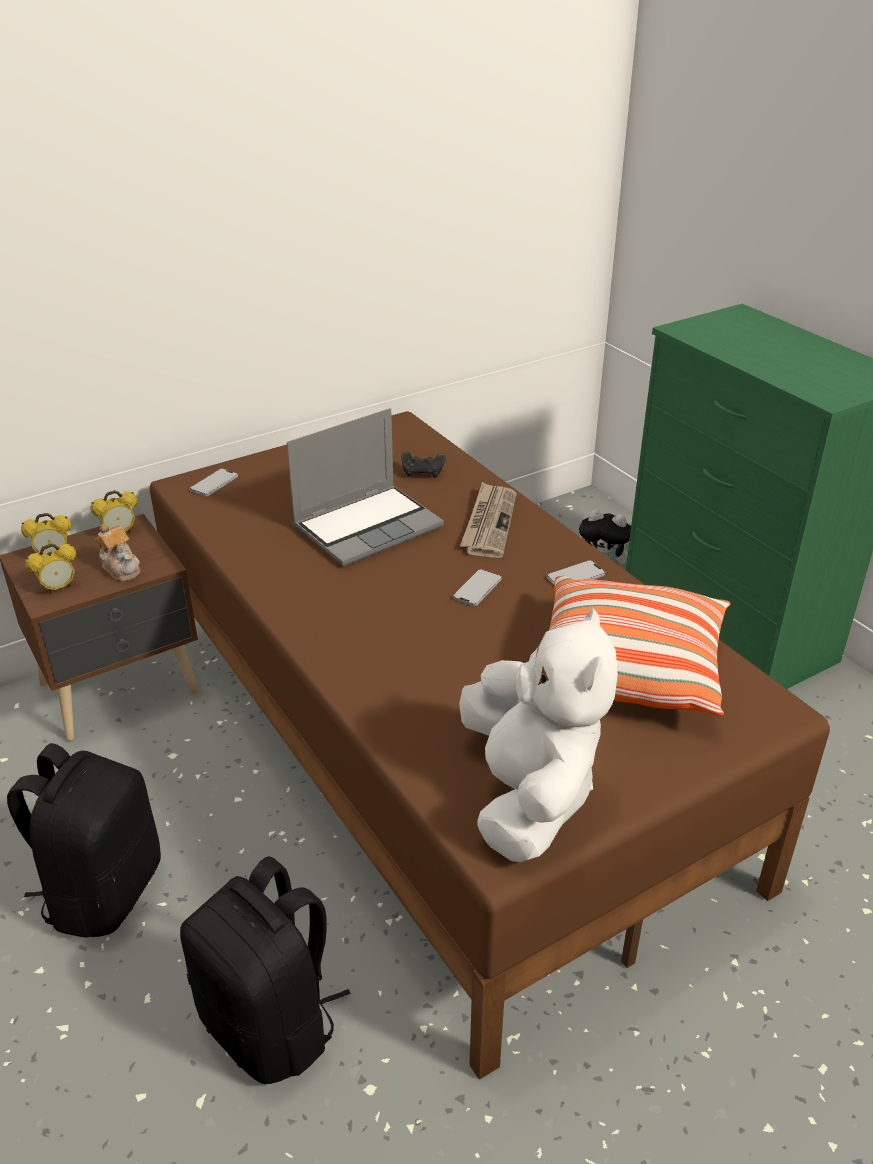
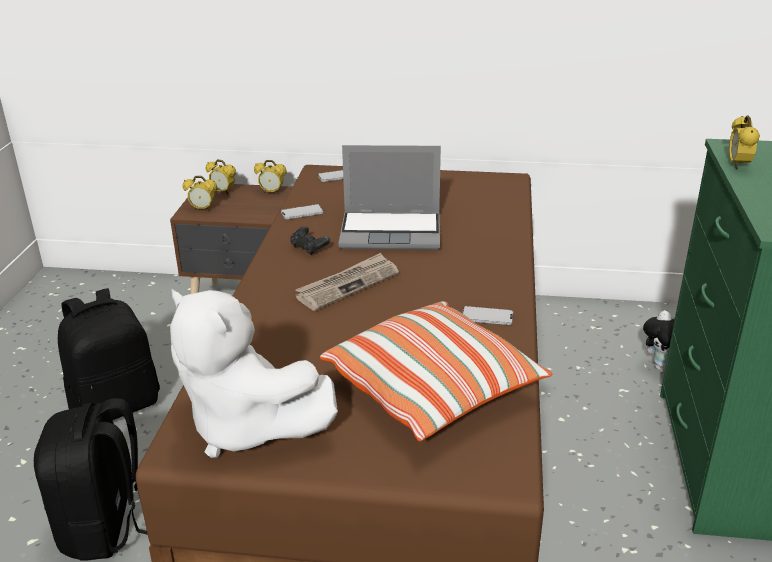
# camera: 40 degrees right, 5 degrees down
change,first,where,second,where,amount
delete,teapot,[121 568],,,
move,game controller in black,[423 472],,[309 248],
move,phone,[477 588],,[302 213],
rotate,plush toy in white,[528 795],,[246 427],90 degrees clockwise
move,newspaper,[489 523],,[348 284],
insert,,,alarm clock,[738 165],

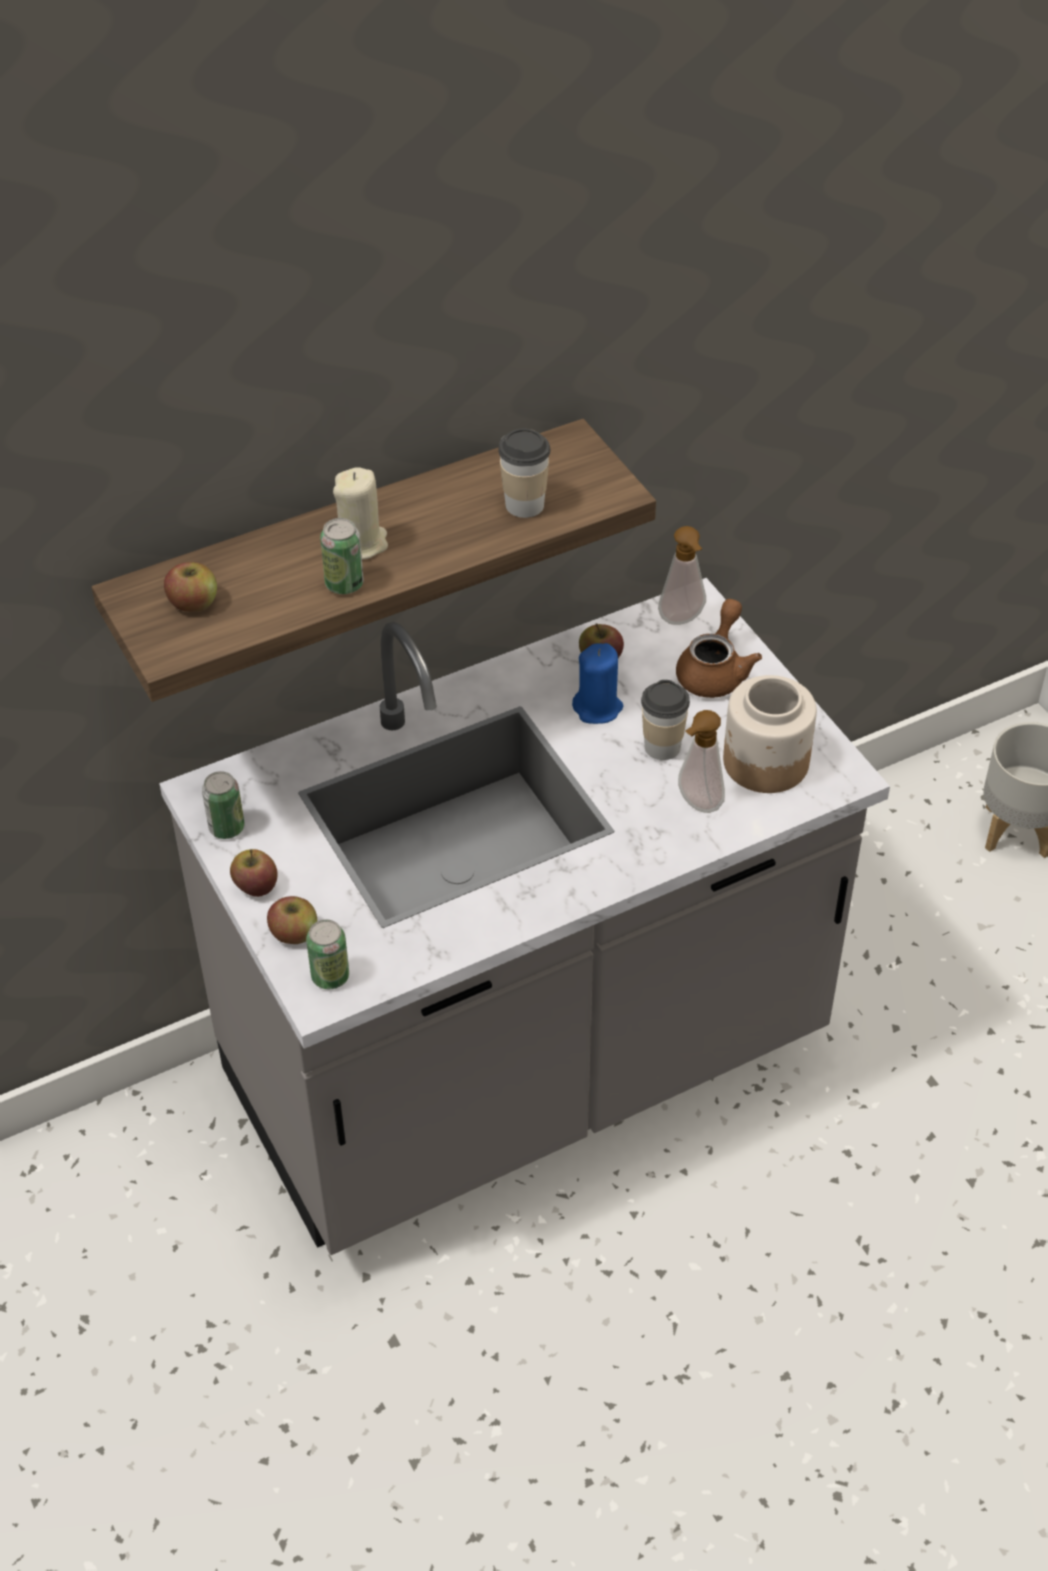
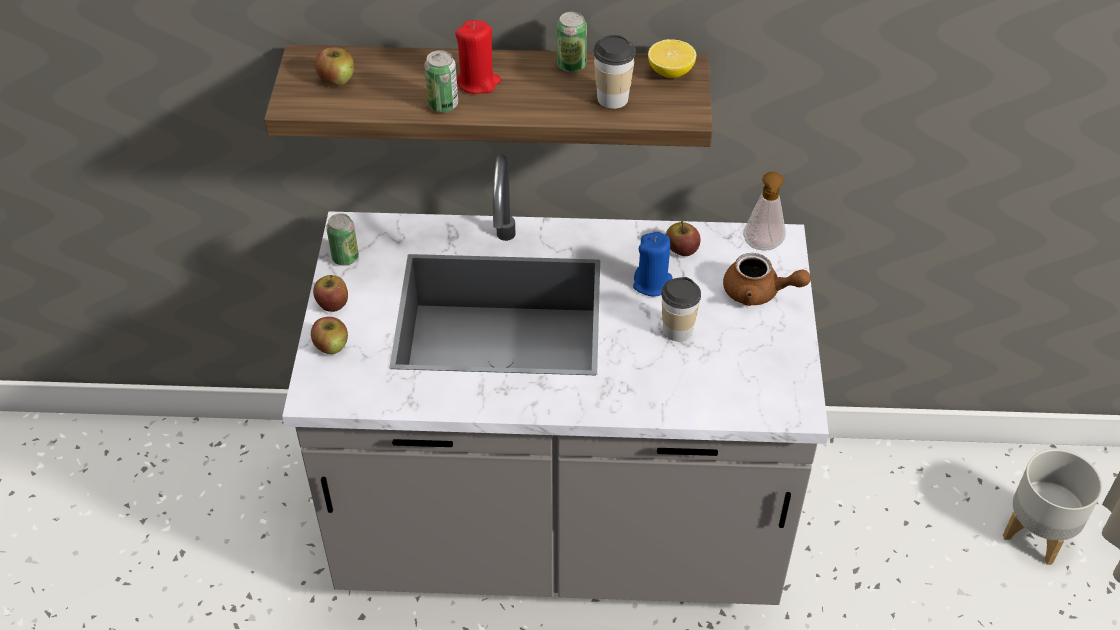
# camera: 30 degrees right, 0 degrees up
change,first,where,second,where,amount
move,can,[330 976],,[571 65],
recolor,candle in beige,[361 543],candle in red,[478 82],
rotate,teapot in brown,[715 671],,[758 293],60 degrees clockwise
delete,soap dispenser,[696 804],,,
delete,jar,[765 763],,,
insert,,,lemon,[670 72],

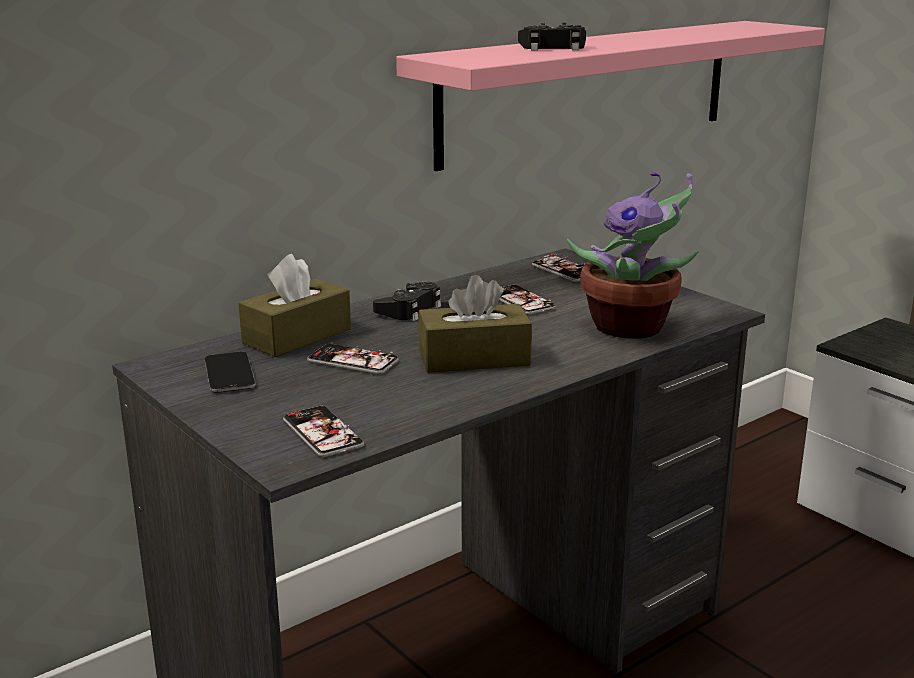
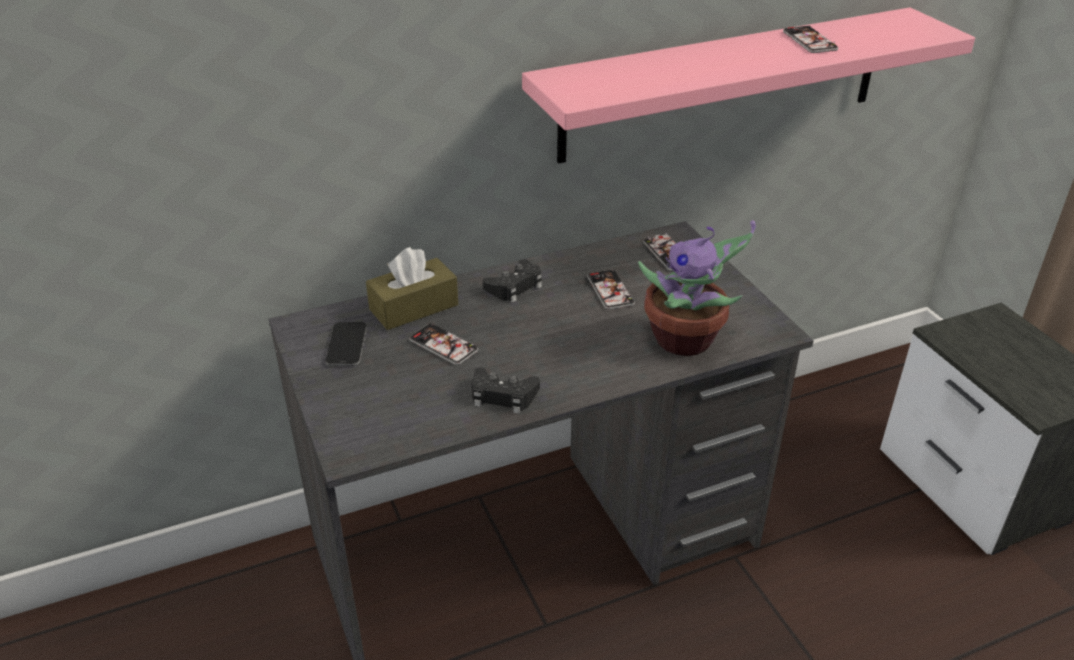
# camera: 15 degrees right, 15 degrees up
change,first,where,second,where,amount
move,phone,[322 433],,[809 41],
delete,tissue box in brown,[474 358],,,
move,game controller in black,[553 47],,[502 396],

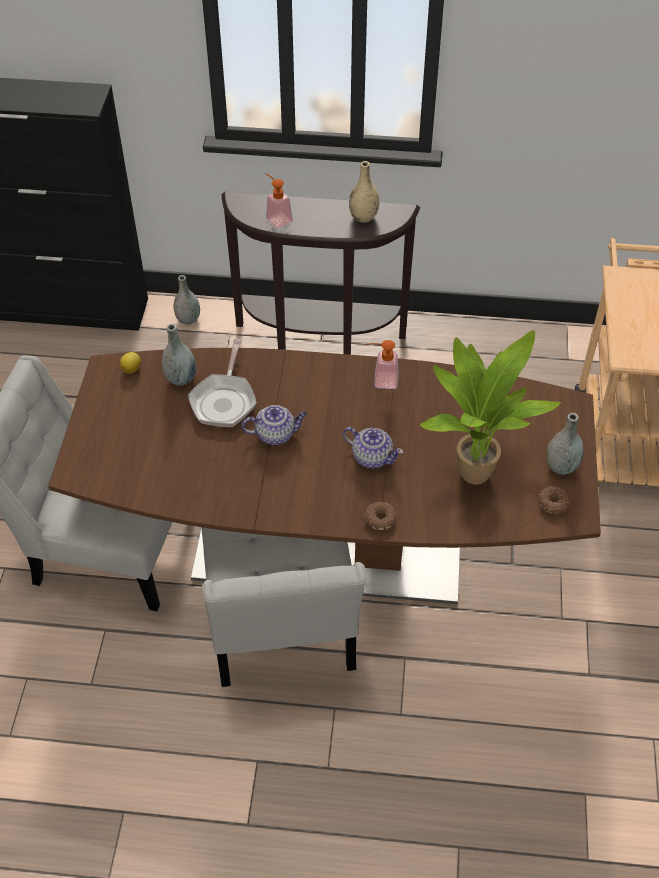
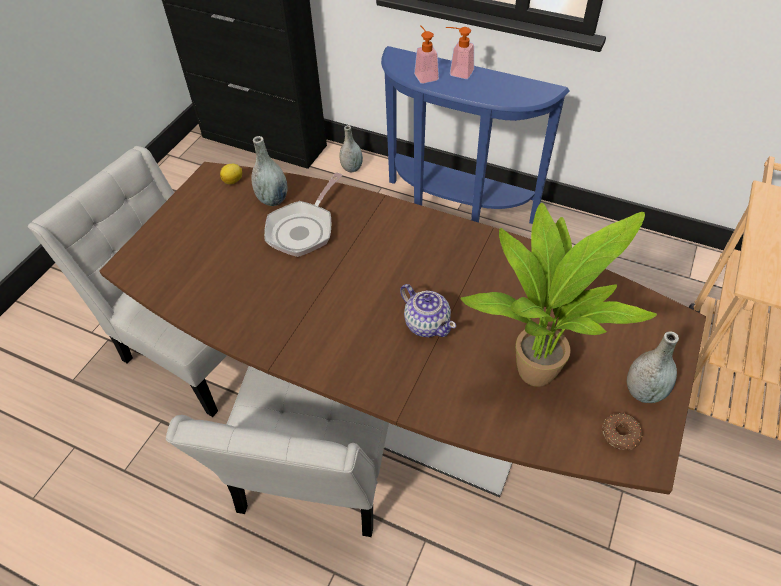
# camera: 20 degrees right, 0 degrees up
change,first,where,second,where,amount
recolor,console table in brown,[318 344],console table in blue,[454 212],
delete,teapot,[276 434],,,
delete,vase in beige,[363 217],,,
delete,donut,[379 519],,,
move,soap dispenser,[380 380],,[457 72],

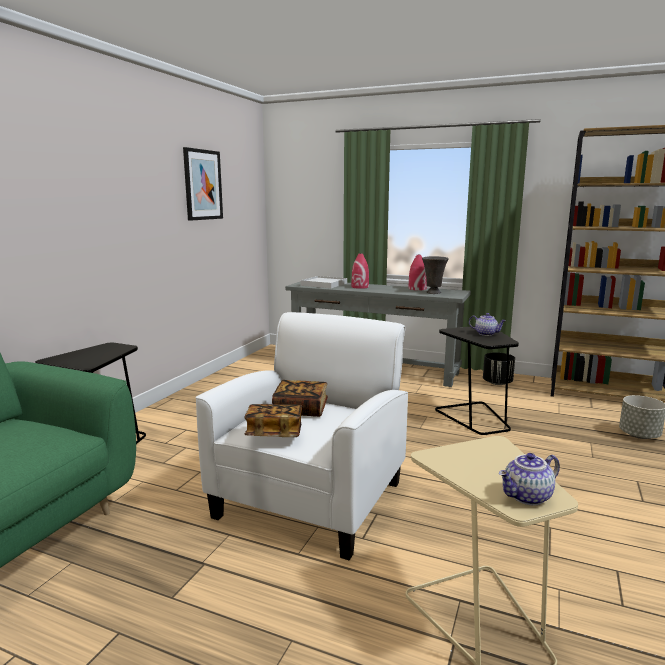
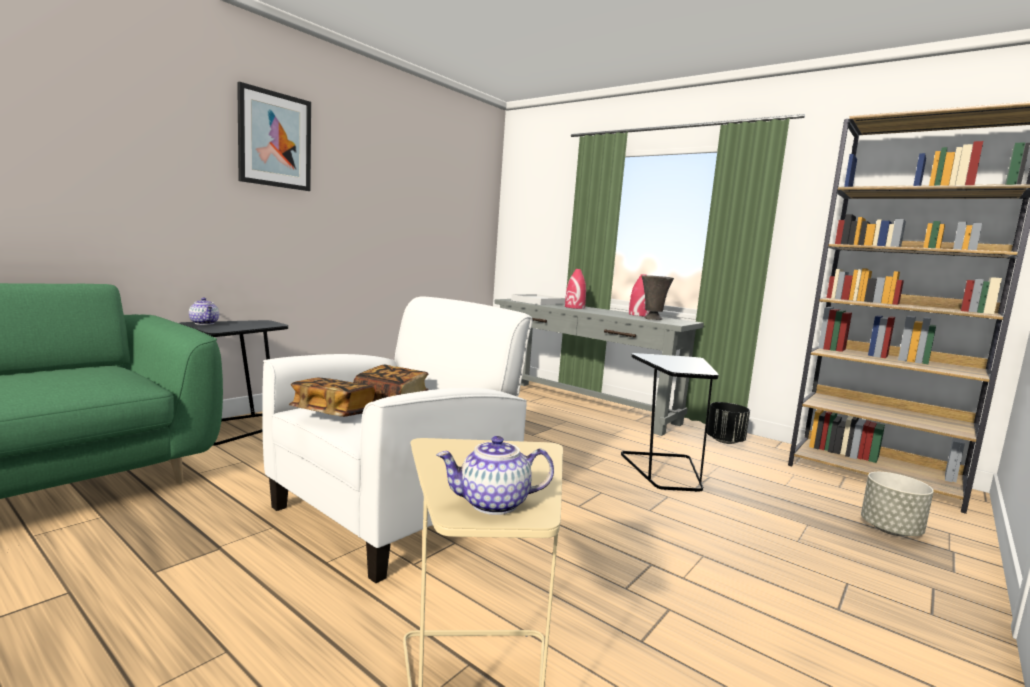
# camera: 15 degrees right, 5 degrees down
change,first,where,second,where,amount
move,picture,[202 185],,[275 140],
move,teapot,[486 334],,[205 323],

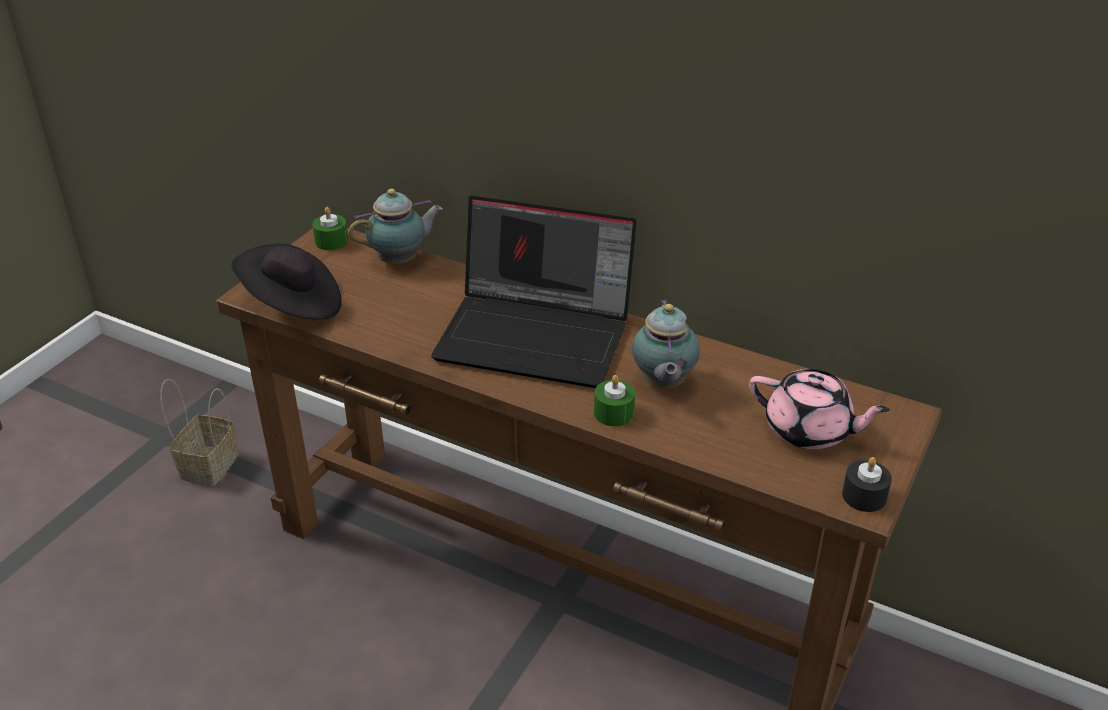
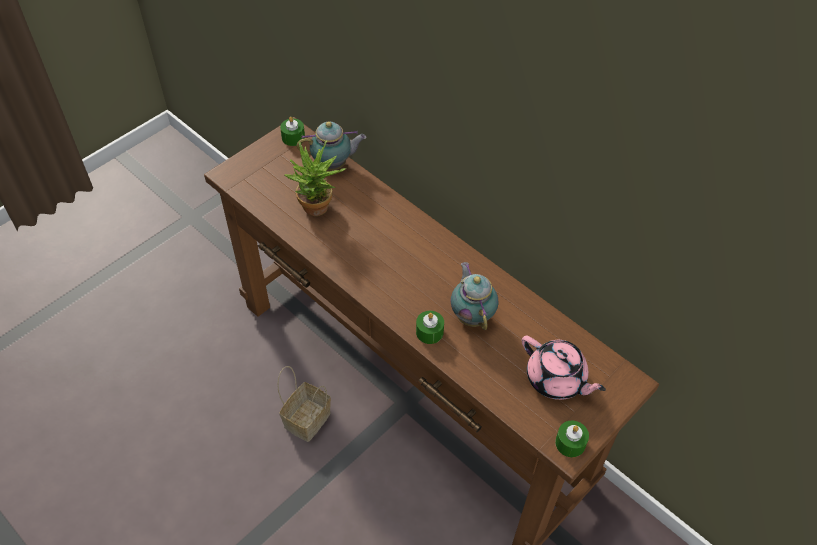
# camera: 15 degrees right, 15 degrees up
change,first,where,second,where,amount
move,basket,[209 464],,[307 418],
delete,hat in black,[292 305],,,
delete,laptop,[537 335],,,
rotate,teapot,[662 384],,[472 315],150 degrees clockwise
recolor,candle in black,[864 496],candle in green,[570 443],
insert,,,potted plant,[318 210],

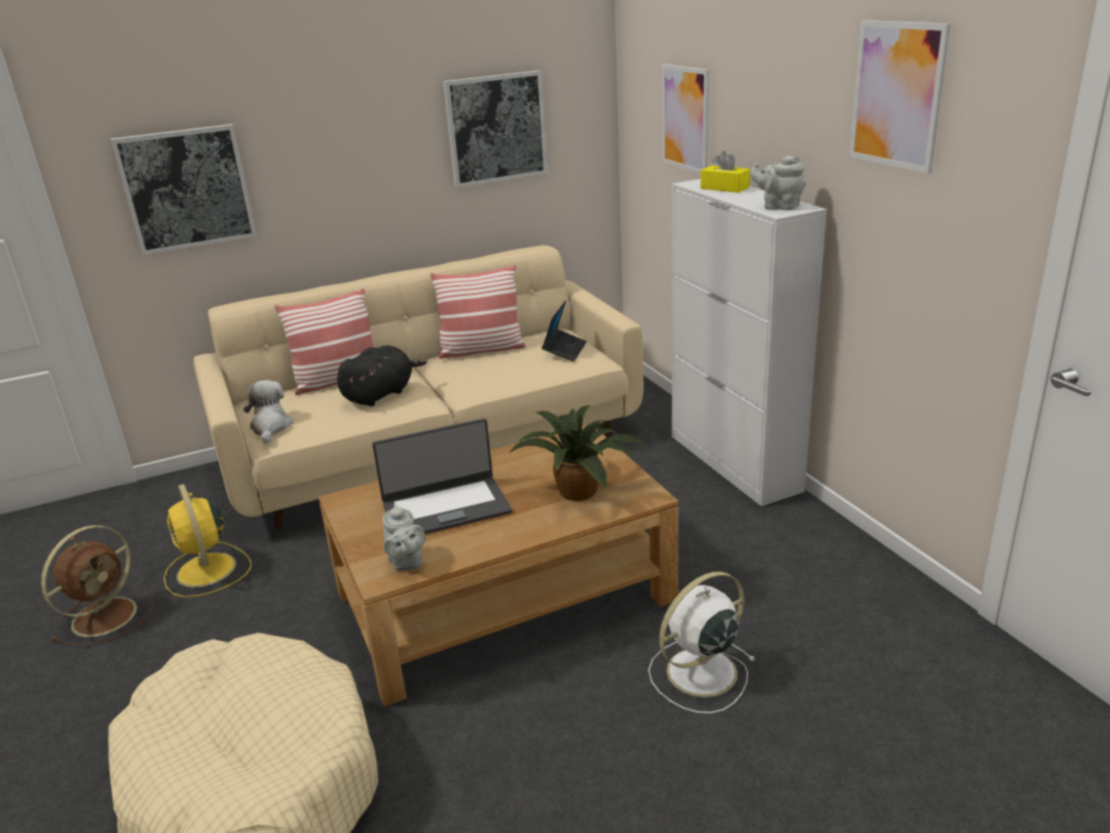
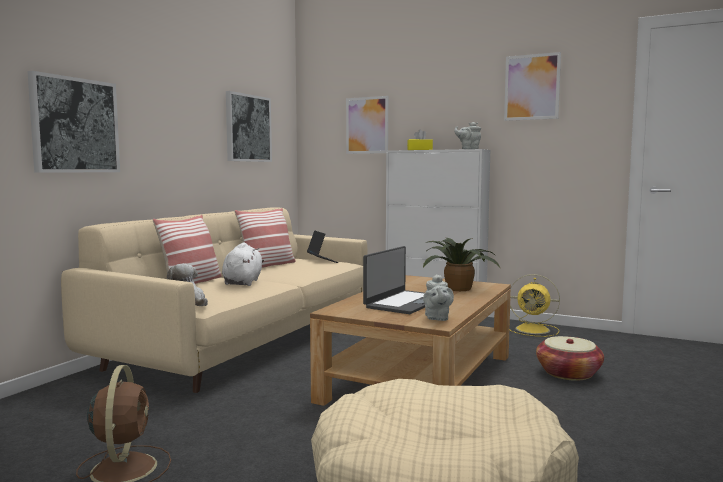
# camera: 40 degrees left, 20 degrees down
change,first,where,second,where,amount
move,fan in yellow,[207 571],,[534 330],
recolor,plush toy in black,[380 394],plush toy in white,[243 282],
rotate,teapot in grey,[406 563],,[437 318],60 degrees clockwise
replace,fan in white,[699 673],basket,[568 373],

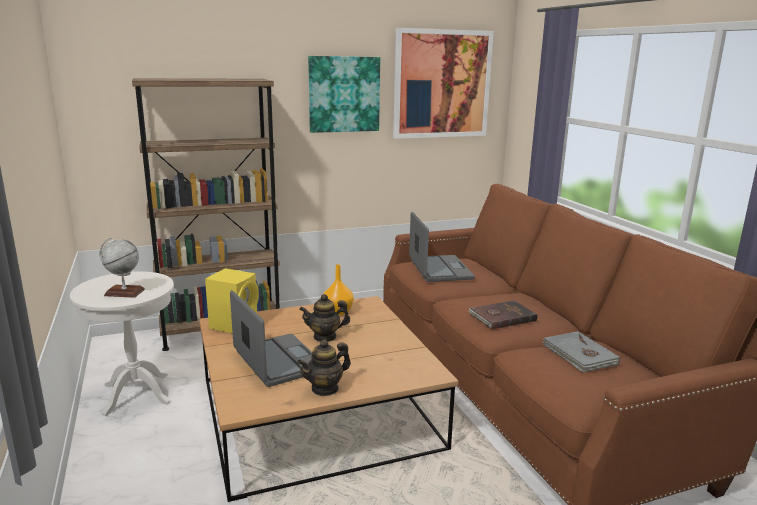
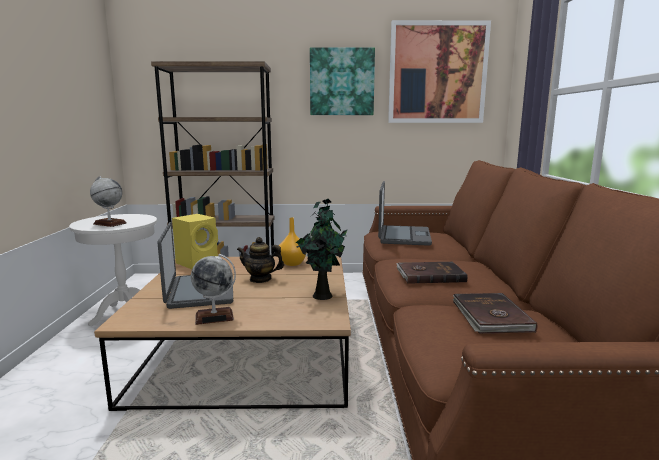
# camera: 20 degrees right, 5 degrees down
change,first,where,second,where,amount
replace,teapot,[325 388],globe,[214 317],
recolor,book in grey,[579 355],book in brown,[490 316],
insert,,,potted plant,[322 295],

